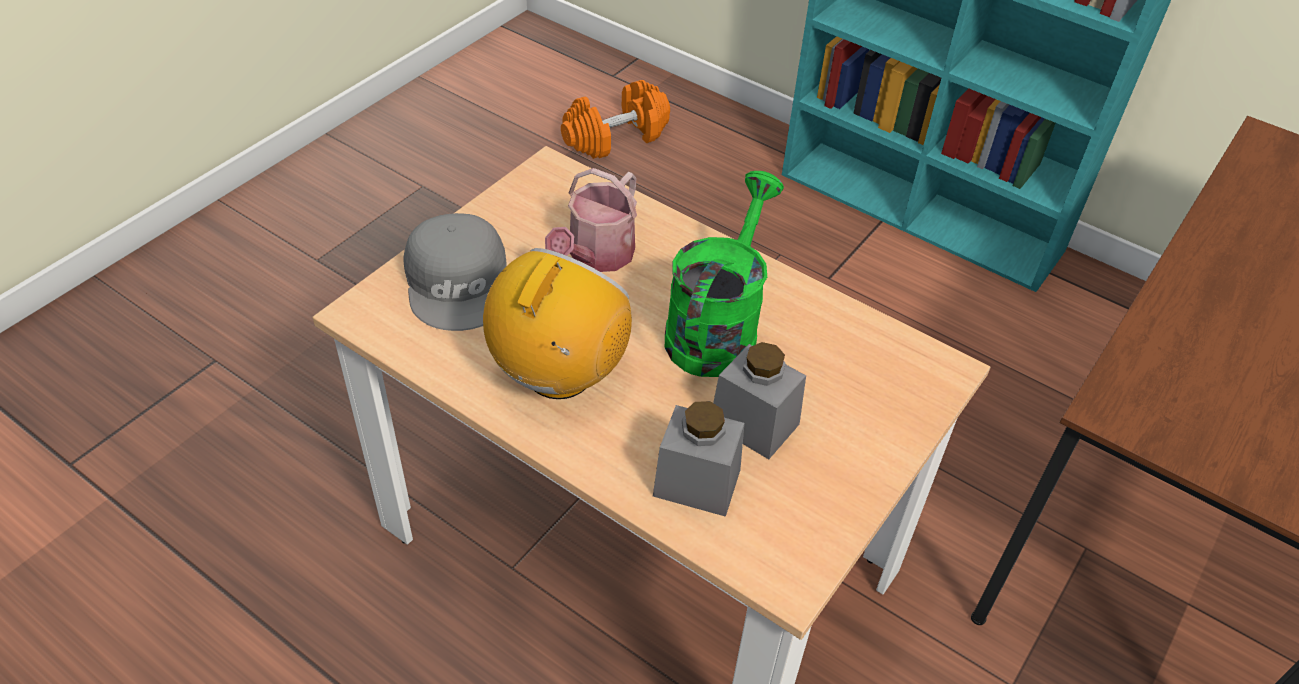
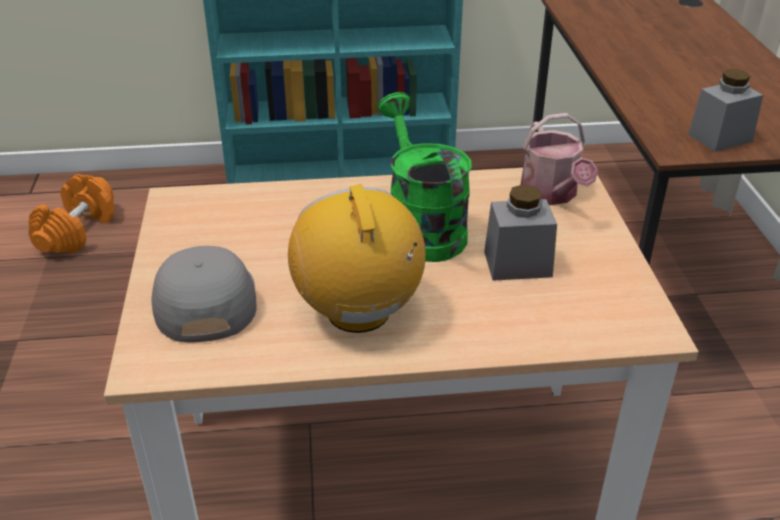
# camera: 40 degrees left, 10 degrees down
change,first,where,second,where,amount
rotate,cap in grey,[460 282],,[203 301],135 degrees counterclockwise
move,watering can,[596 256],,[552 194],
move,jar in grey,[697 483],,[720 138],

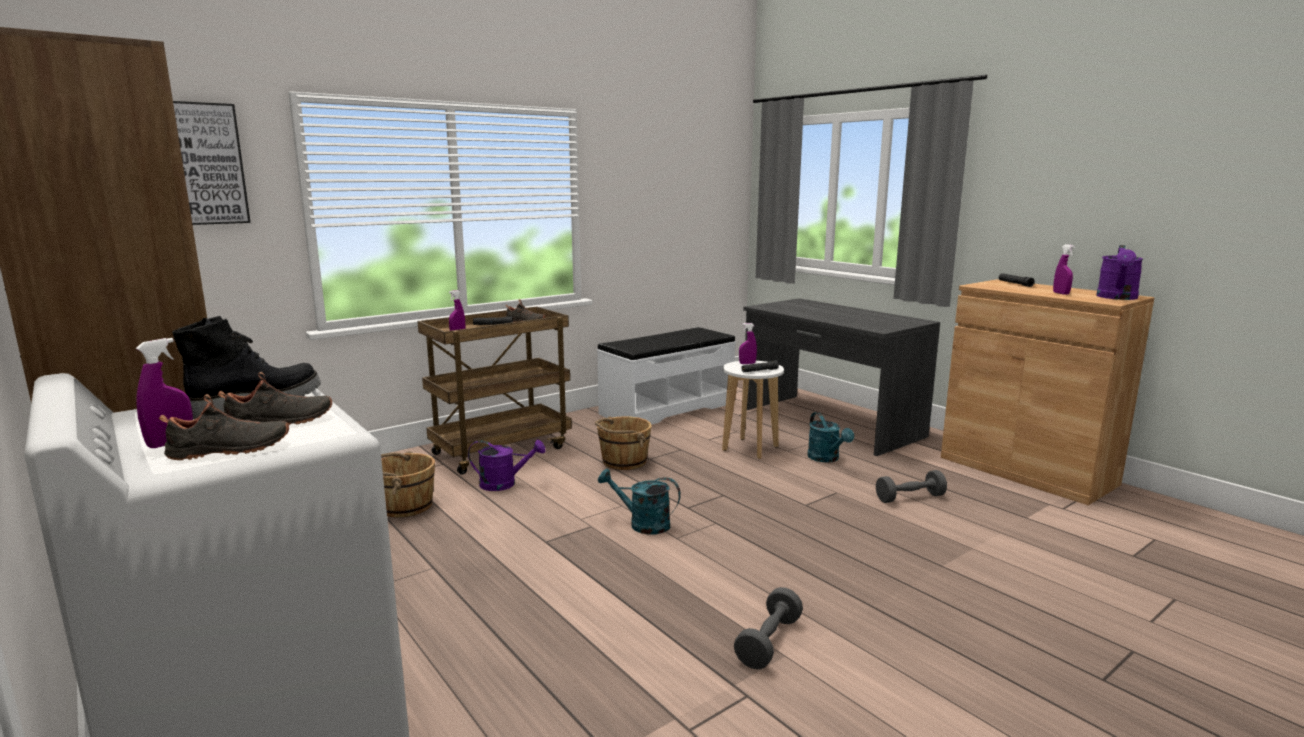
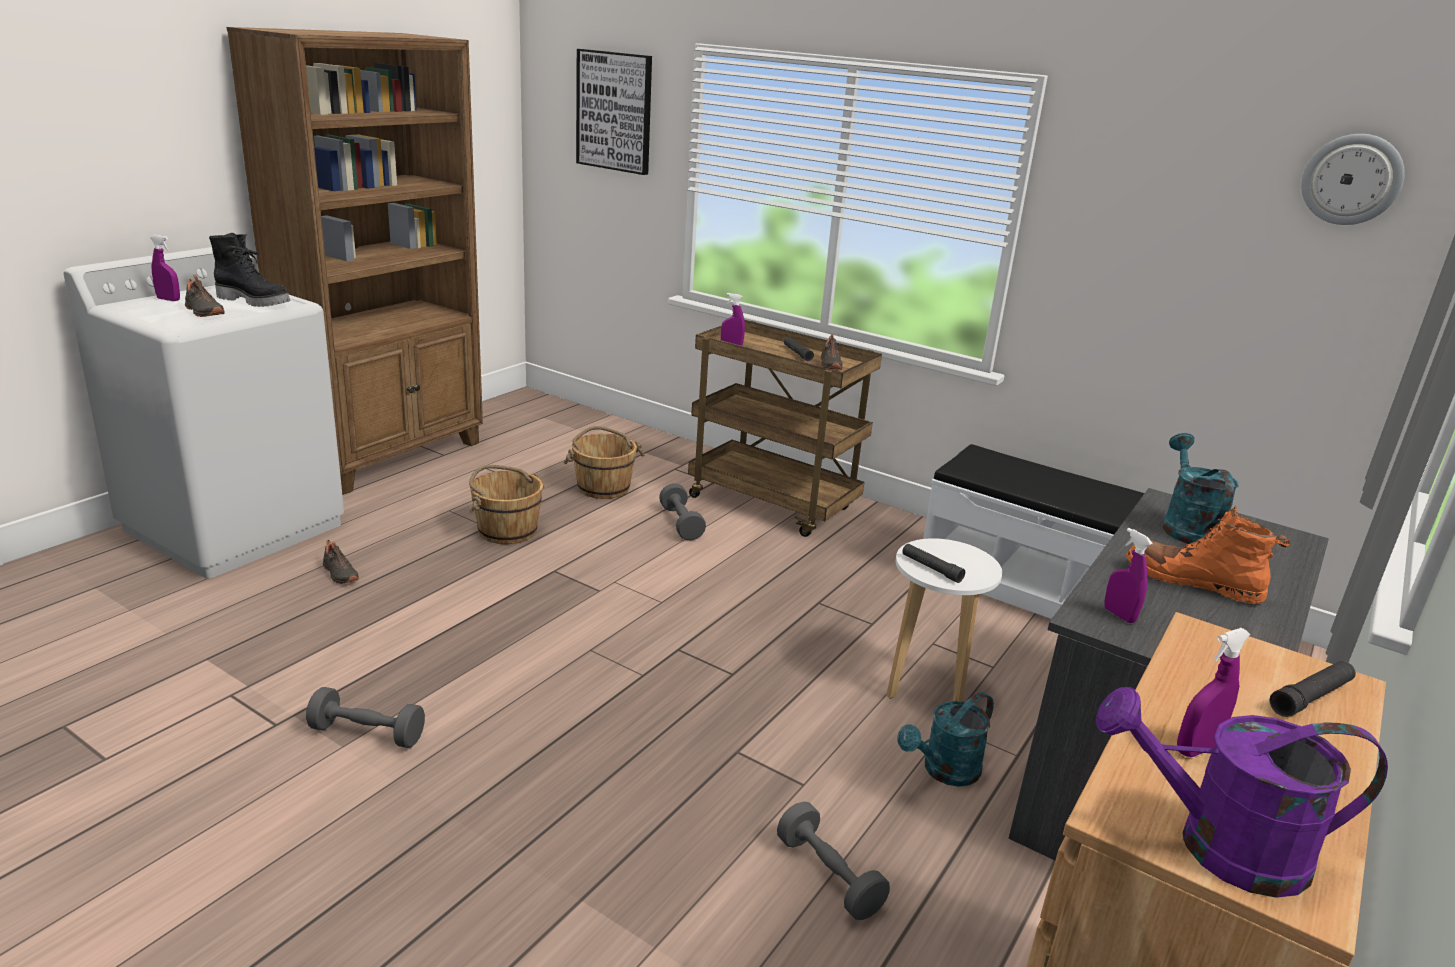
# camera: 70 degrees right, 10 degrees up
change,first,where,second,where,amount
move,shoe in black,[229 451],,[339 574],
replace,watering can in purple,[504 484],dumbbell in grey,[681 523],
move,bucket in brown,[623 461],,[507 530],
move,watering can in turquoise,[642 524],,[1186 527],
move,spray bottle in purple,[747 363],,[1119 615],
insert,,,boot in orange,[1193 582],
insert,,,wall clock,[1351 179],

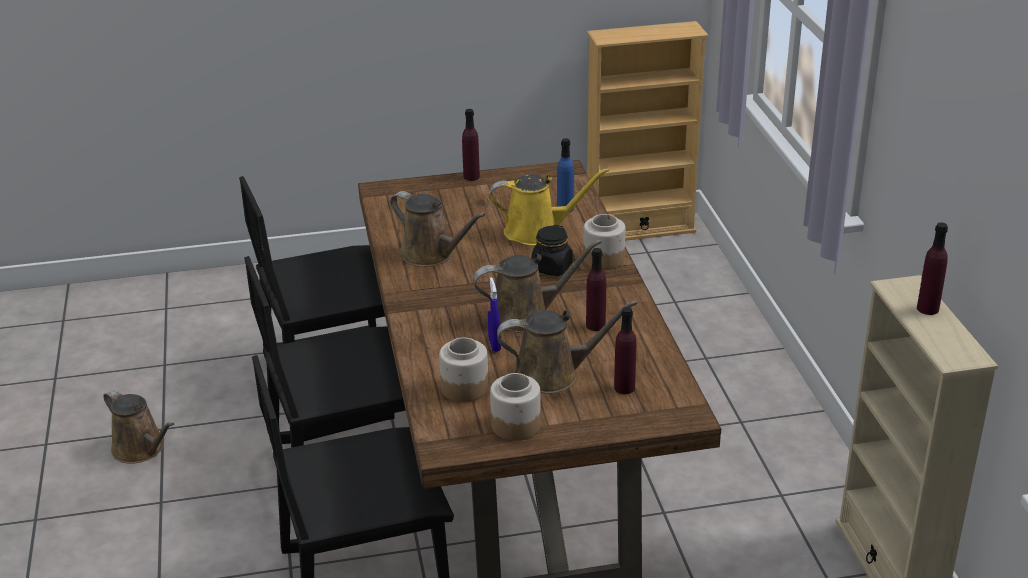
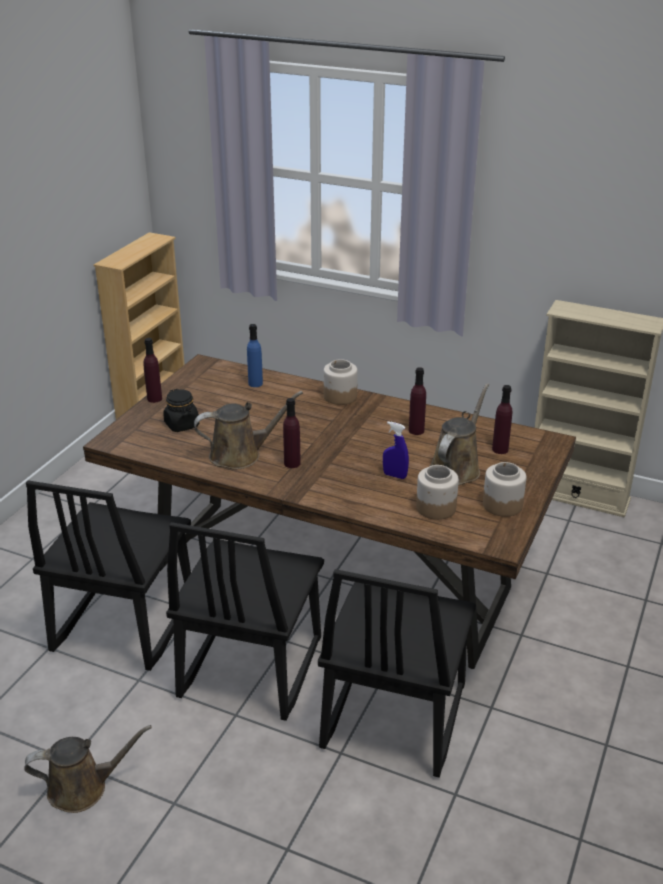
# camera: 55 degrees left, 0 degrees up
change,first,where,second,where,amount
delete,watering can in brown,[525 316],,,
delete,watering can in yellow,[537 232],,,
move,jar in black,[551 268],,[182 425],
move,bottle in purple,[927 309],,[292 463],

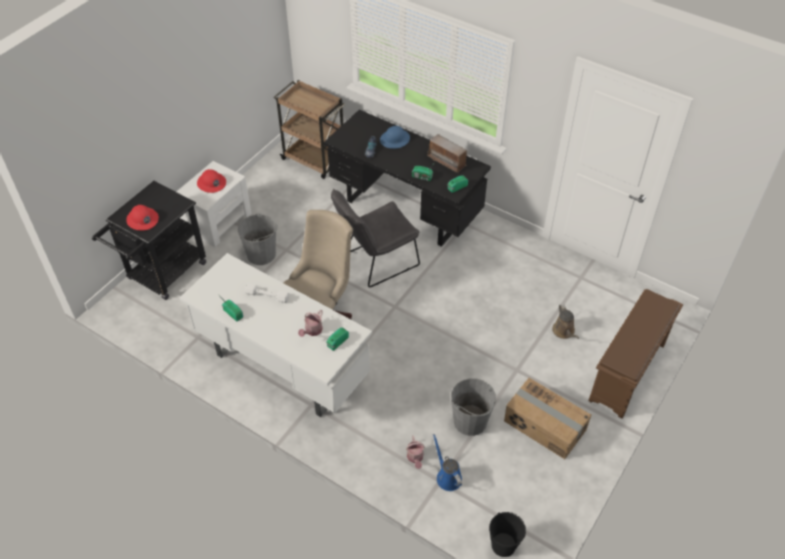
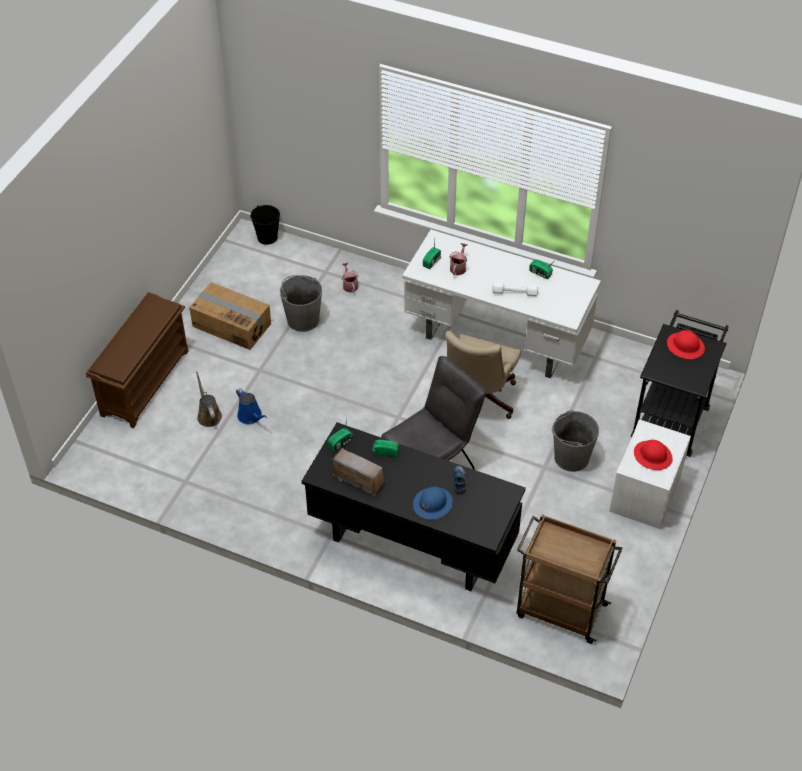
# camera: 170 degrees right, 0 degrees up
change,first,where,second,where,amount
move,watering can in blue,[447 476],,[251 416],

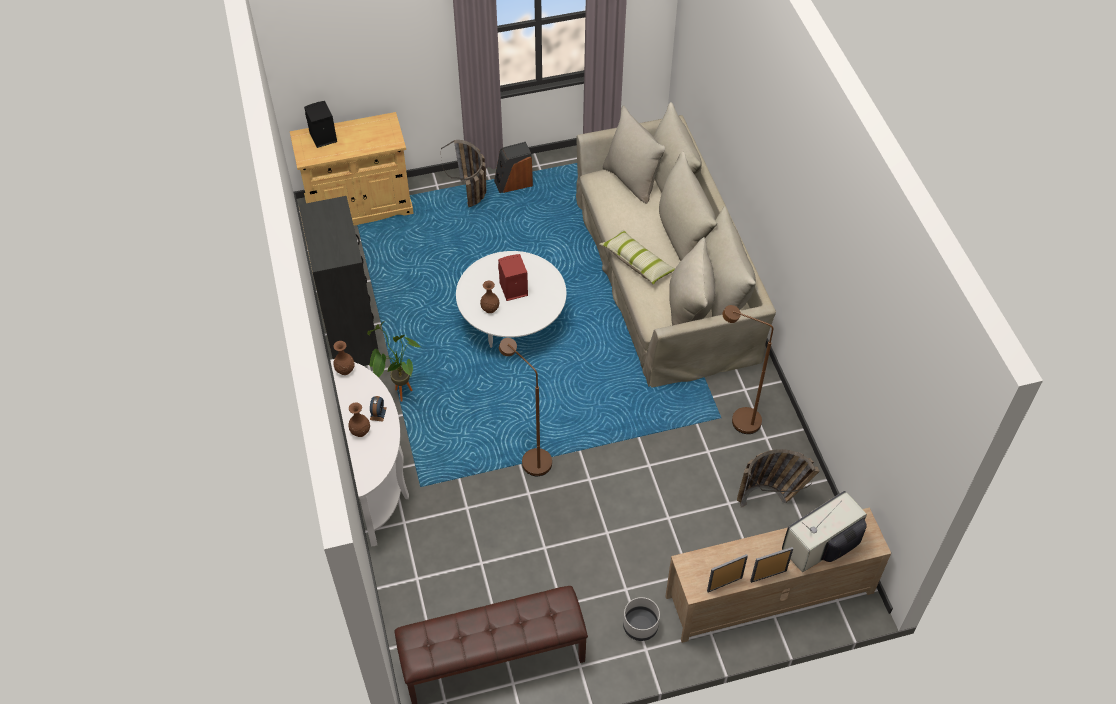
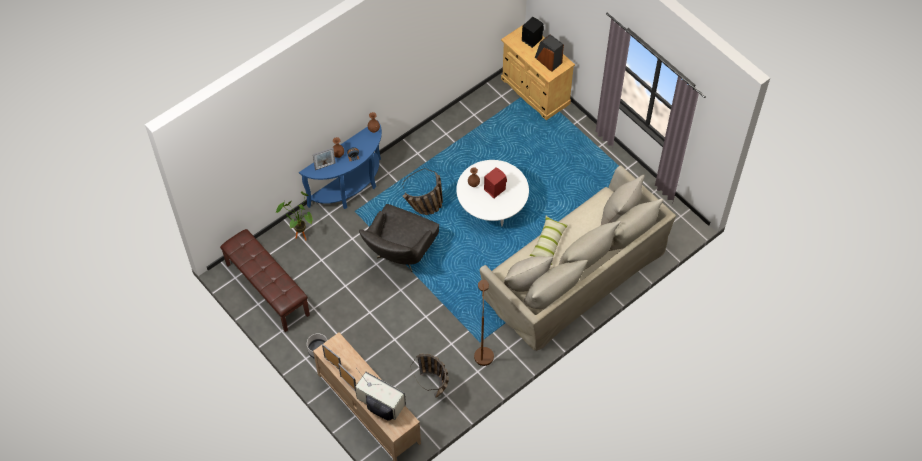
# camera: 65 degrees right, 5 degrees up
change,first,where,second,where,amount
delete,dresser in black,[351 333],,,
recolor,console table in white,[378 477],console table in blue,[351 189],
move,potted plant,[398 394],,[300 234],
move,basket,[472 199],,[424 209],
move,speaker,[513 183],,[548 61],
replace,floor lamp in brown,[530 458],armchair in grey,[399 255],
insert,,,picture frame,[325 166],

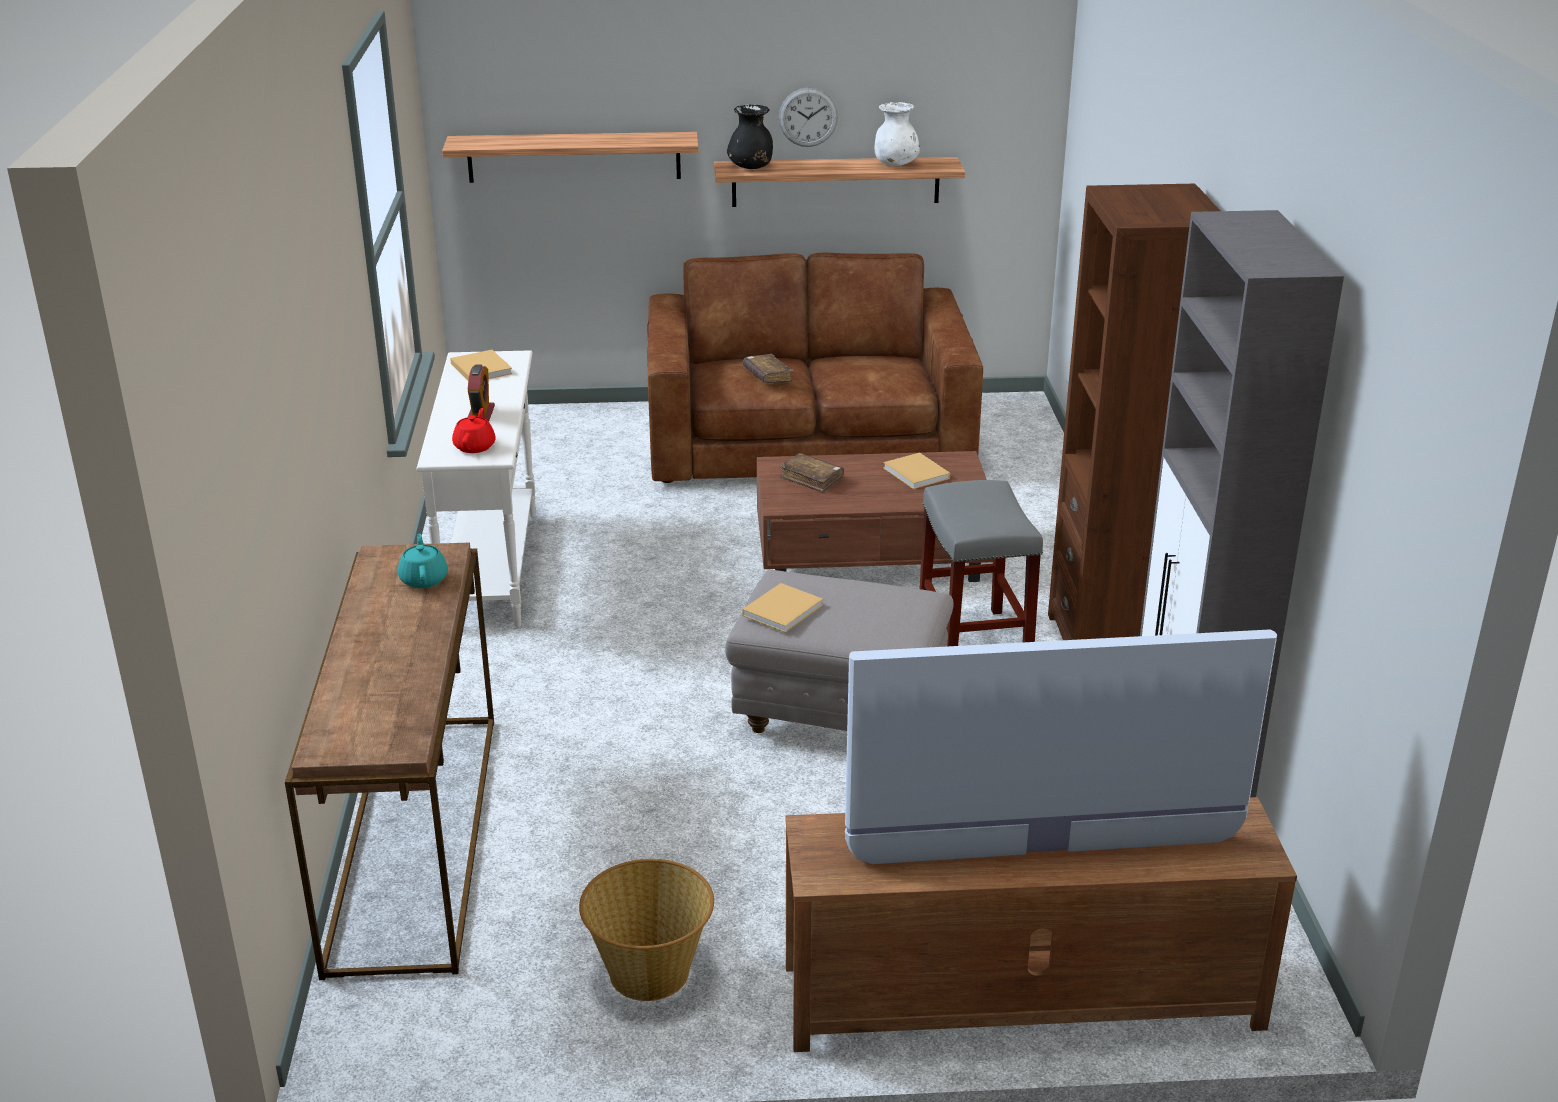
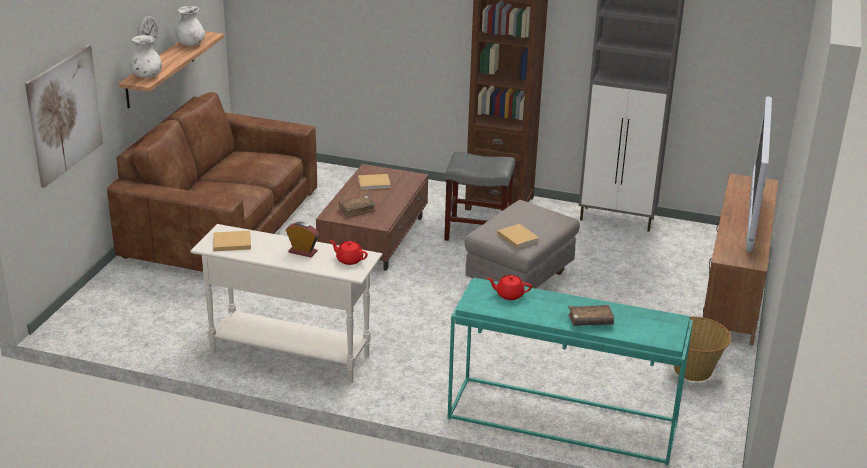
# camera: 70 degrees left, 0 degrees up
change,first,where,second,where,amount
recolor,console table in brown,[413 836],console table in turquoise,[560 421],
recolor,teapot in turquoise,[424 579],teapot in red,[509 295],
replace,shelf,[574 157],picture,[64 114],
recolor,vase in black,[751 168],vase in white,[147 76],
move,book in brown,[767 376],,[590 321],

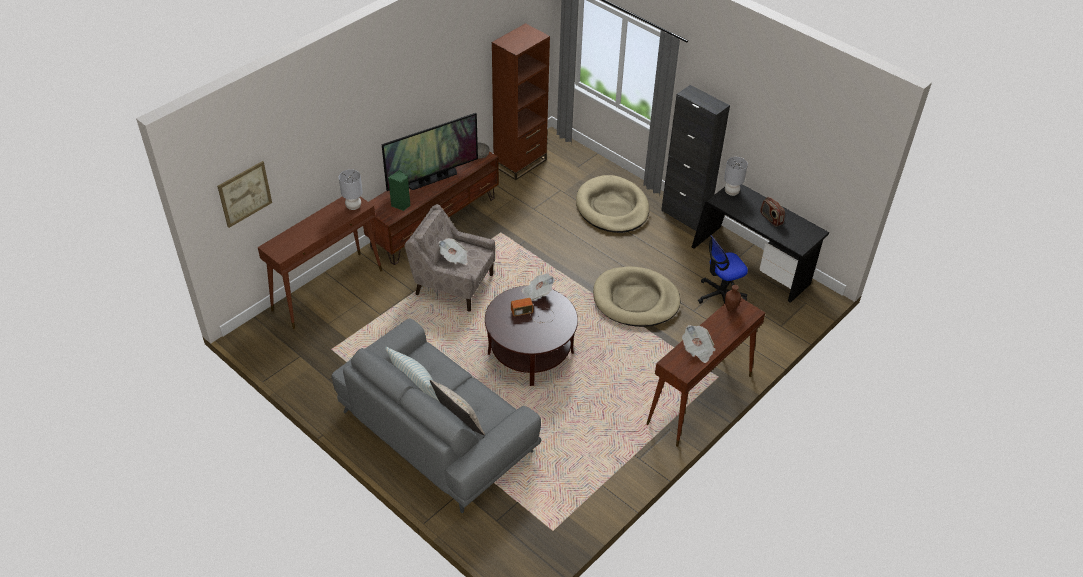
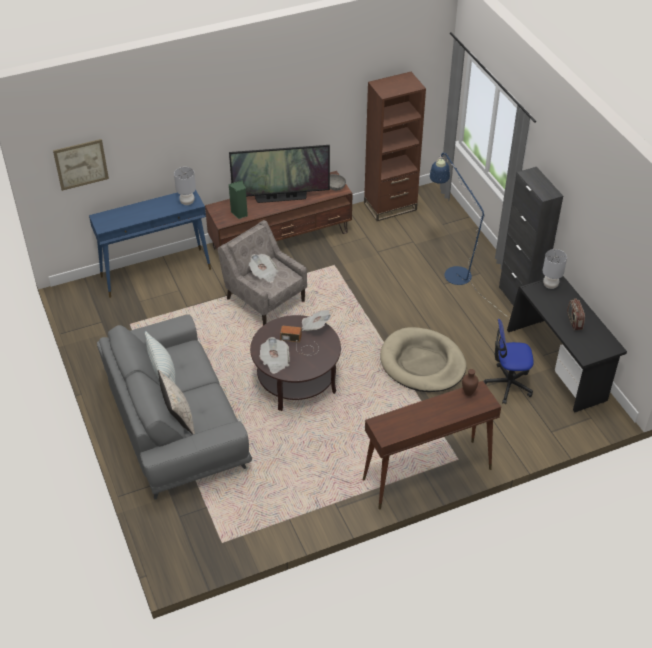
# camera: 25 degrees right, 0 degrees up
change,first,where,second,where,amount
recolor,console table in brown,[328 289],console table in blue,[156 272],
replace,dog bed in beige,[612 208],floor lamp in blue,[452 271],
move,newspaper,[697 350],,[275 361],

